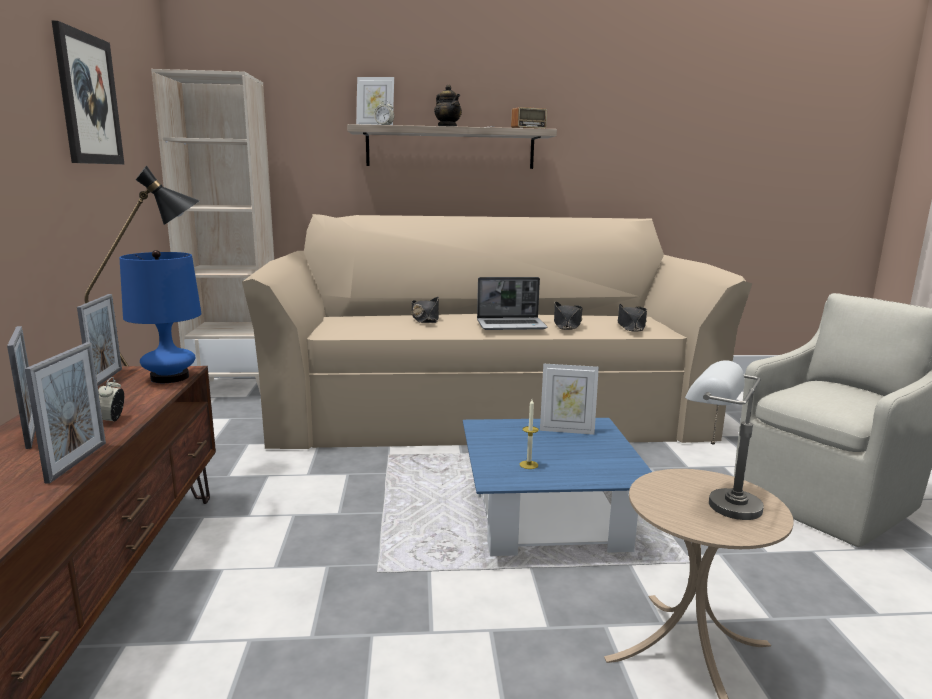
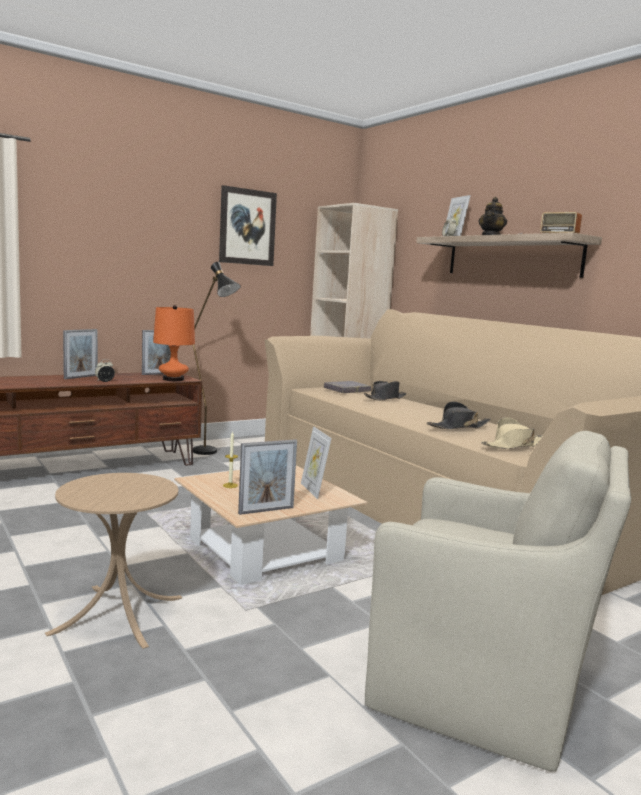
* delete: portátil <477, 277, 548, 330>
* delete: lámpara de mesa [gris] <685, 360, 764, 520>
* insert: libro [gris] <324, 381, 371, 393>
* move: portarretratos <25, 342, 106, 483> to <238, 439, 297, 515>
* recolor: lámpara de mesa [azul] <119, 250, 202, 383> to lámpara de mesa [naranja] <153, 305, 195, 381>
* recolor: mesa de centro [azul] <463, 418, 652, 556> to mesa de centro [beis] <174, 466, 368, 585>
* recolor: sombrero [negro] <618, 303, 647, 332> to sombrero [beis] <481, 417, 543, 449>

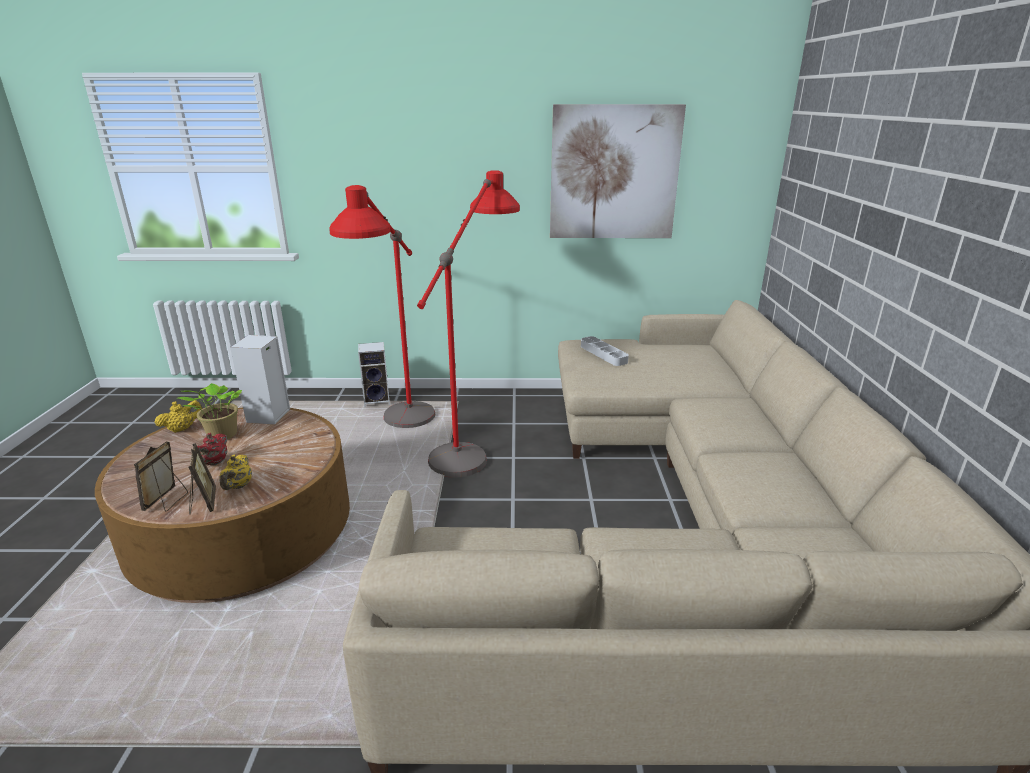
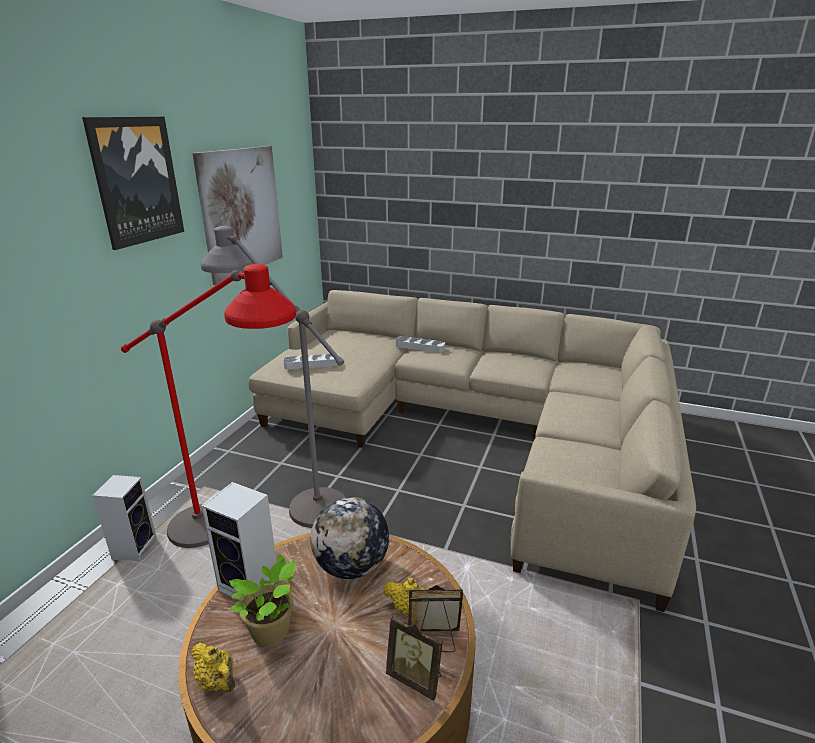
* delete: tetera [rojo] <197, 433, 227, 465>
* insert: cuadro <82, 117, 184, 250>
* insert: globo terráqueo <311, 497, 389, 579>
* insert: bandeja [gris] <395, 336, 445, 353>
* recolor: lámpara de pie [rojo] <417, 170, 520, 478> to lámpara de pie [gris] <201, 226, 345, 528>
* rotate: tetera [amarillo] <154, 400, 203, 433> = <191, 642, 235, 693> 150 degrees clockwise

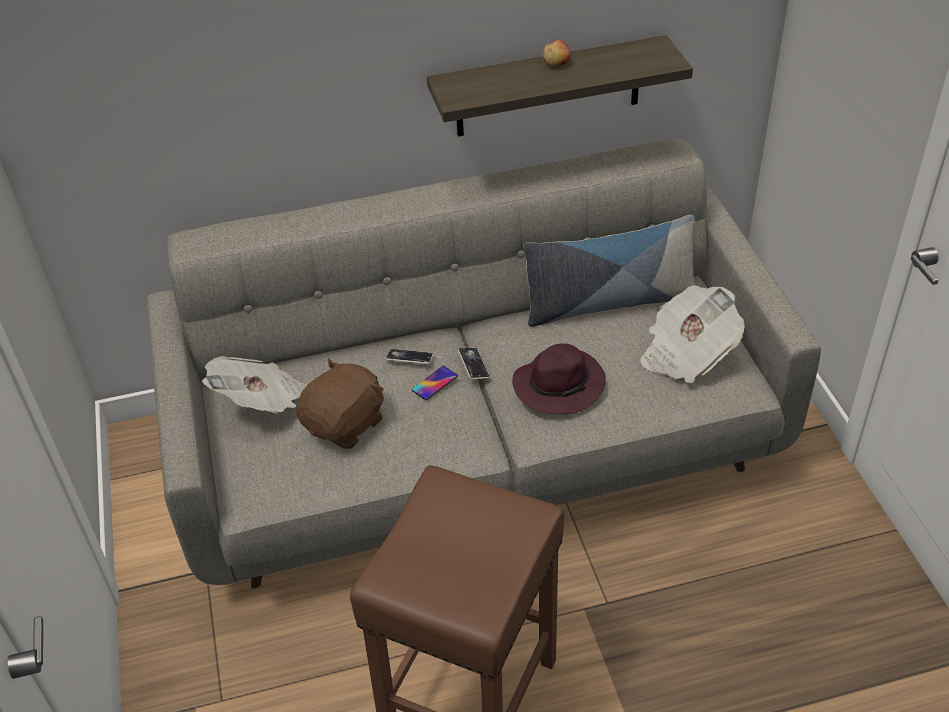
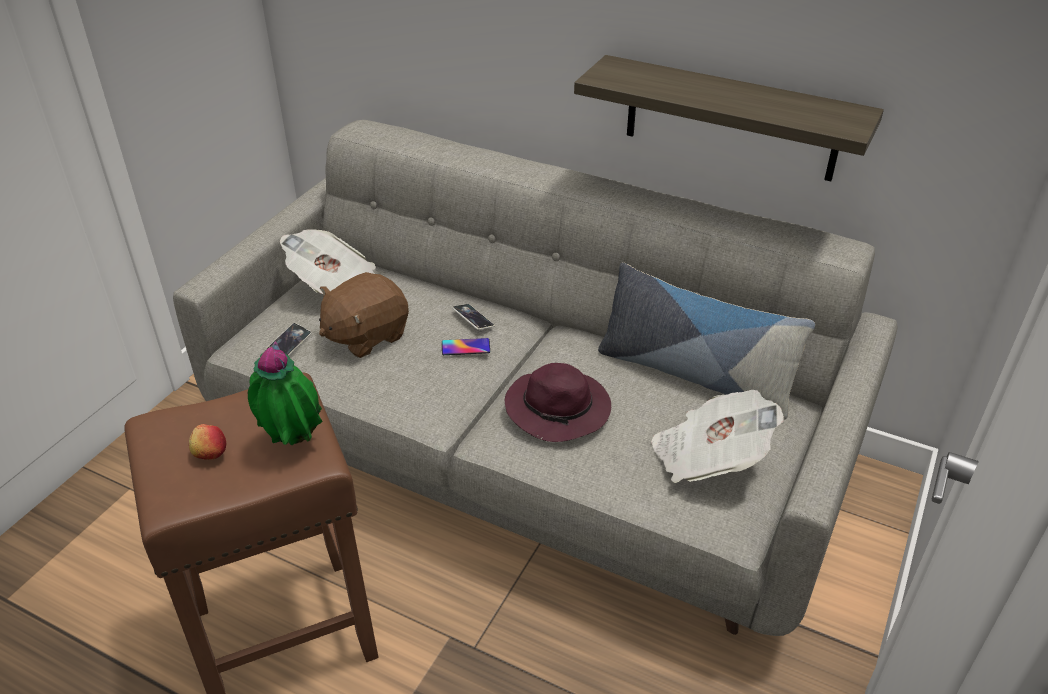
* insert: planta en maceta <248, 341, 323, 445>
* move: móvil <458, 348, 490, 379> to <266, 323, 311, 356>
* move: manzana <543, 40, 571, 67> to <189, 424, 226, 460>
* rotate: peluche [marrón] <296, 359, 384, 449> = <319, 272, 409, 358> 150 degrees clockwise

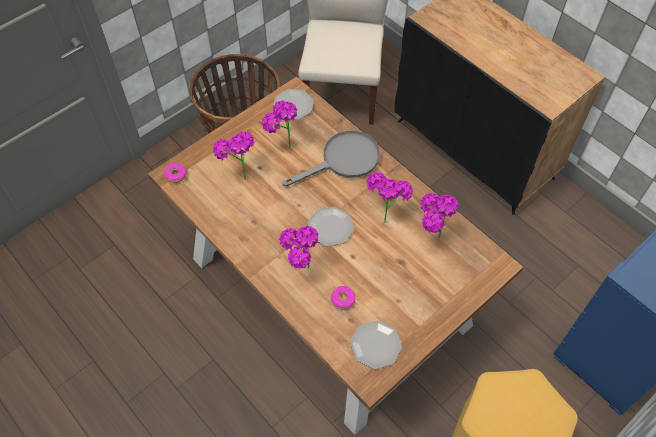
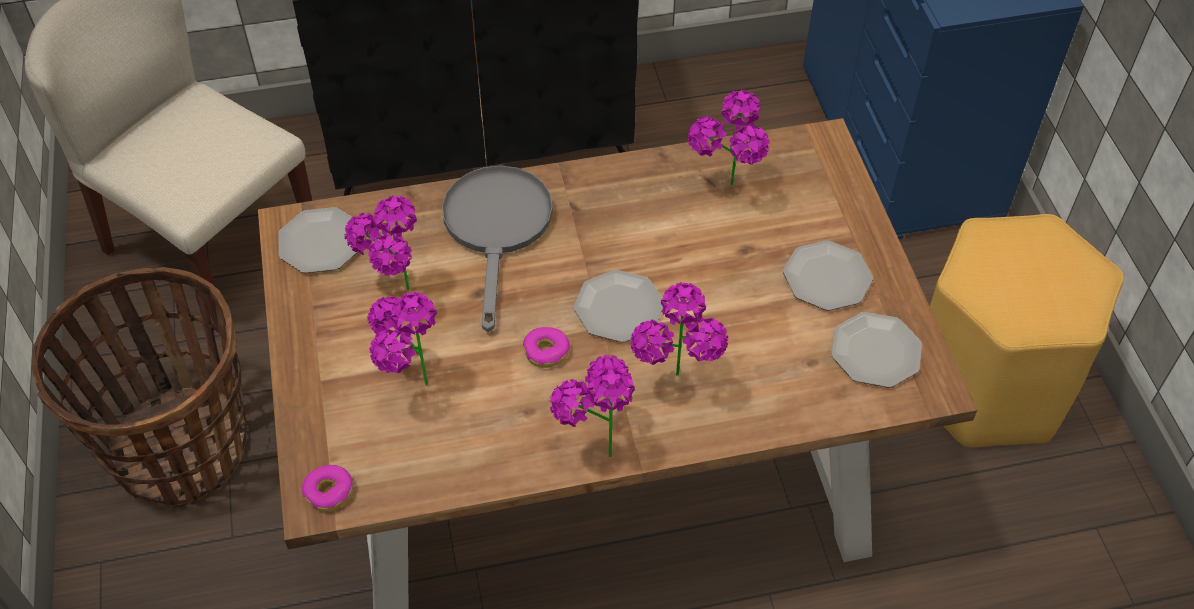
* insert: plato <783, 240, 873, 311>
* move: rosquilla <331, 286, 356, 310> to <523, 327, 570, 368>
* move: planta en maceta <367, 172, 413, 223> to <550, 355, 635, 457>

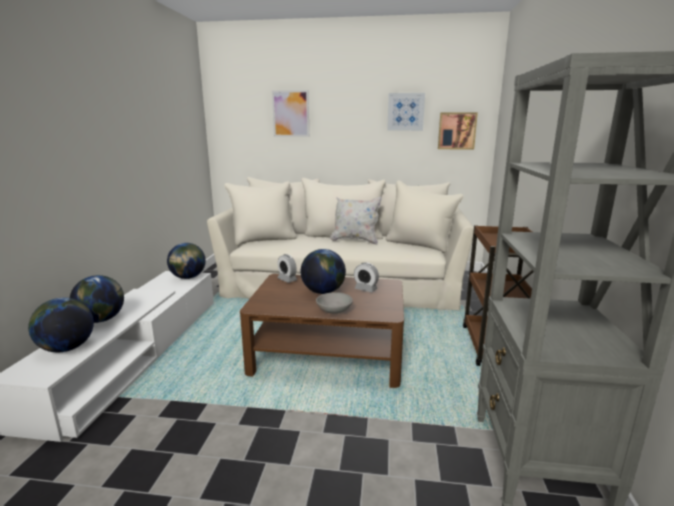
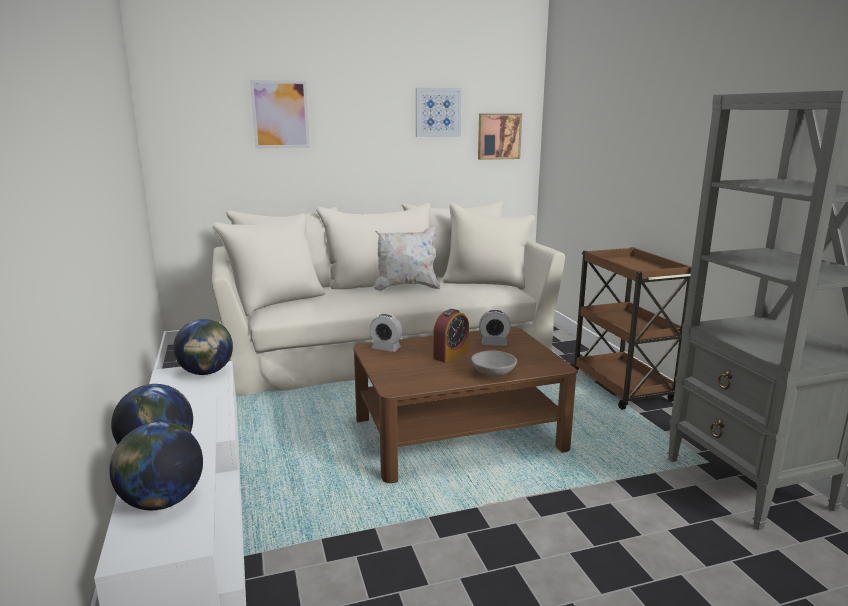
* replace: globo terráqueo <301, 249, 346, 294> to despertador <433, 309, 469, 363>

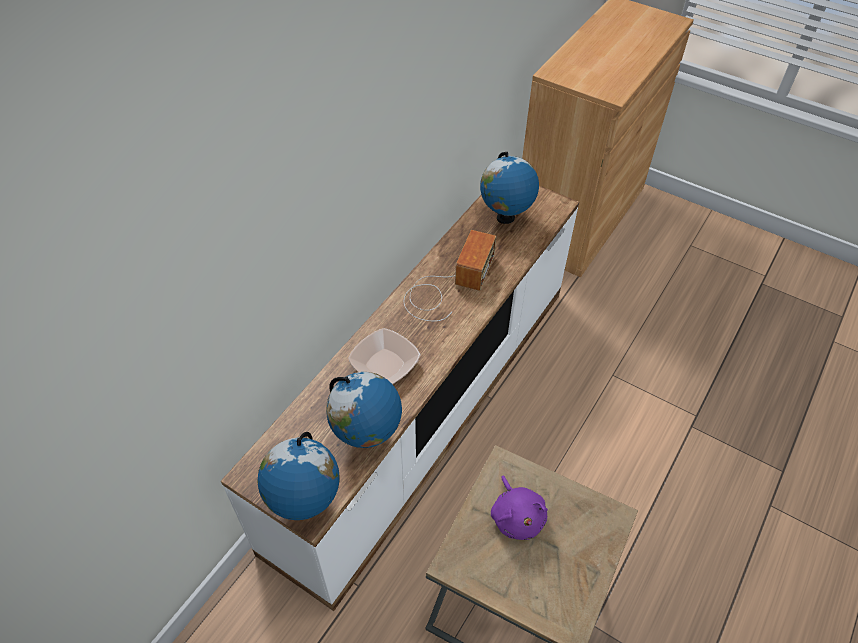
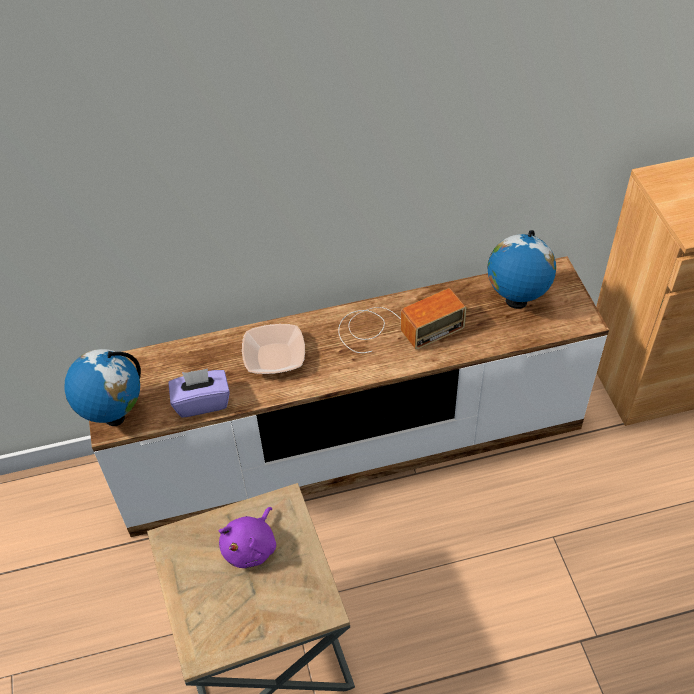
* replace: globo terráqueo <326, 372, 402, 448> to caja de pañuelos [morado] <168, 369, 230, 418>

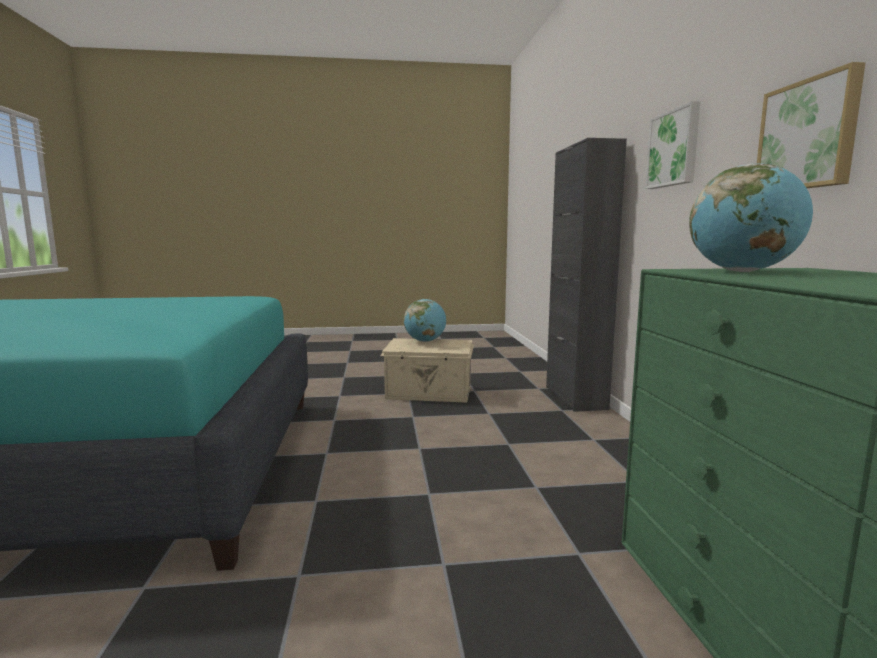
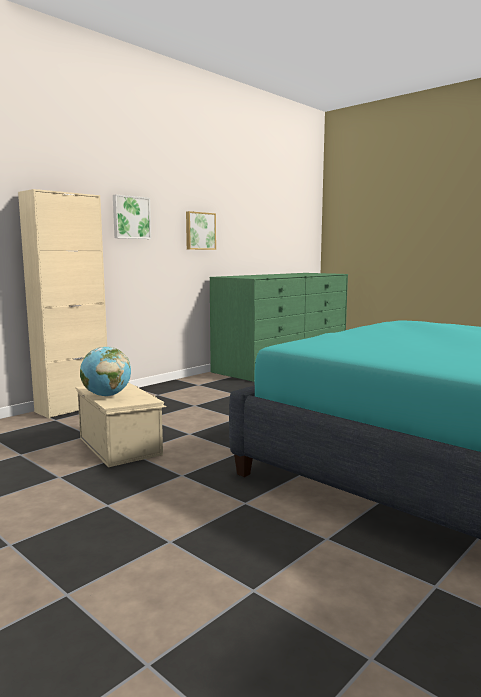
* delete: globo terráqueo <689, 163, 813, 272>
* recolor: armario [negro] <546, 138, 627, 412> to armario [beis] <18, 189, 107, 419>

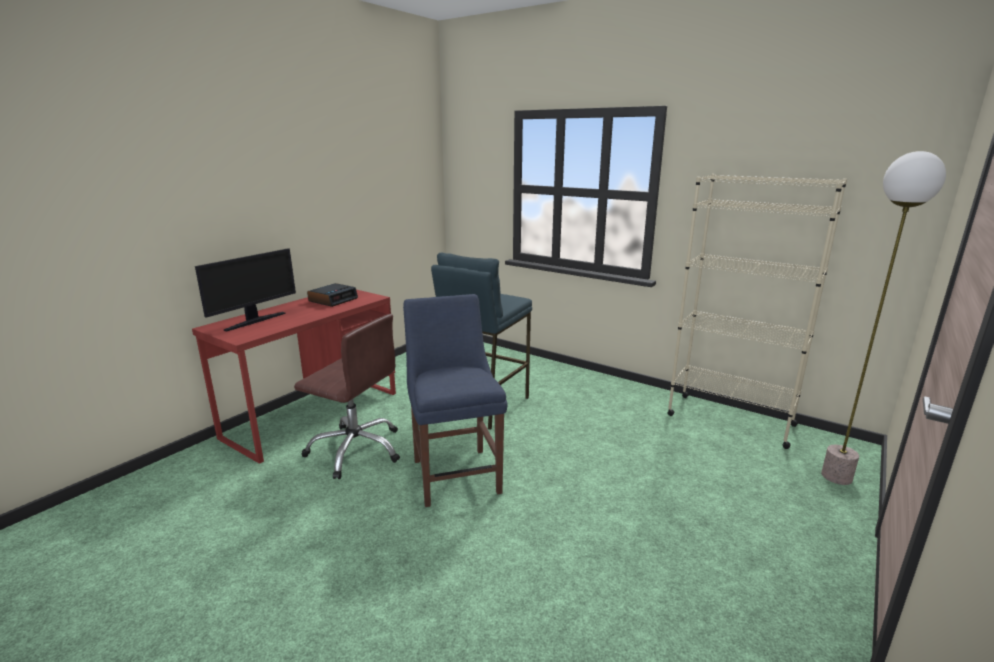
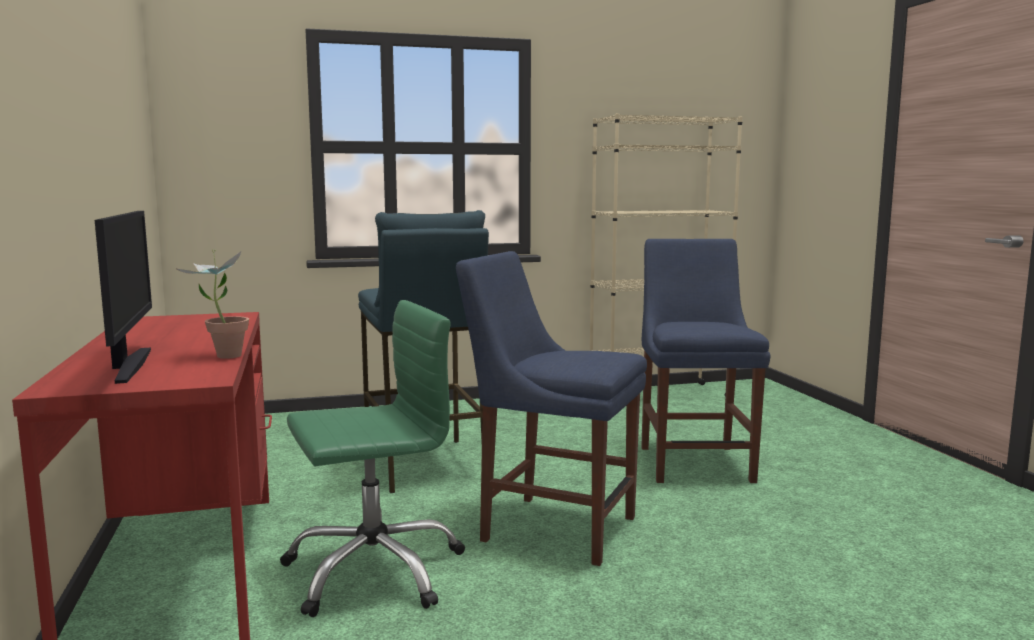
* delete: despertador <307, 283, 358, 307>
* delete: lámpara de pie <821, 151, 946, 485>
* insert: planta en maceta <175, 249, 249, 359>
* insert: silla [azul] <641, 239, 770, 483>
* recolor: silla de oficina [marrón] <294, 314, 400, 479> to silla de oficina [verde] <280, 300, 465, 617>

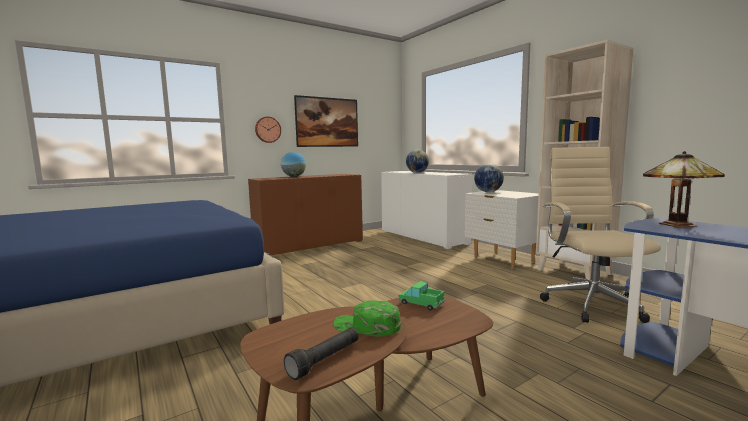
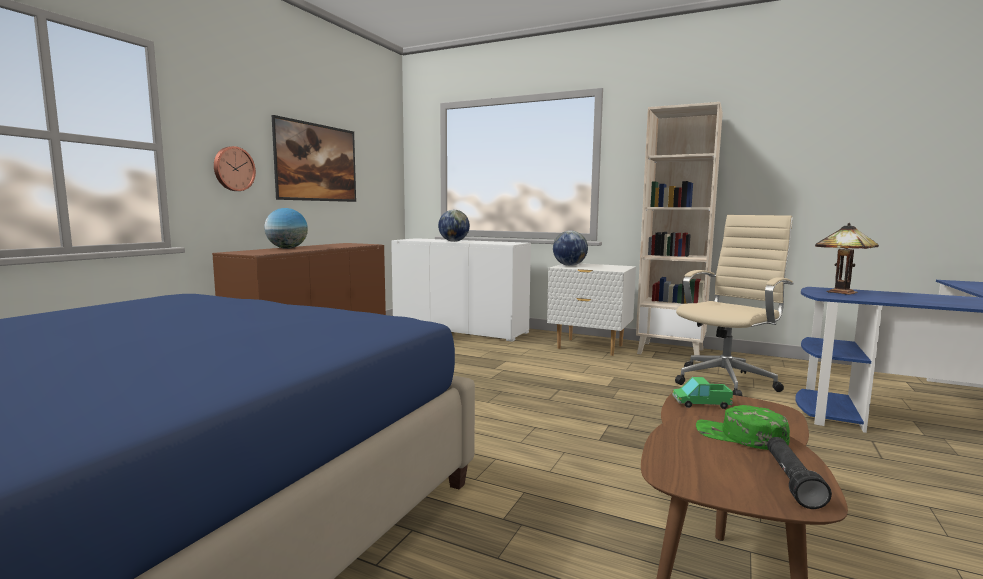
* rotate: gorra [verde] <334, 300, 401, 336> = <696, 405, 790, 450> 45 degrees clockwise
* rotate: silla de oficina [beis] <540, 147, 661, 323> = <675, 215, 794, 396> 75 degrees clockwise

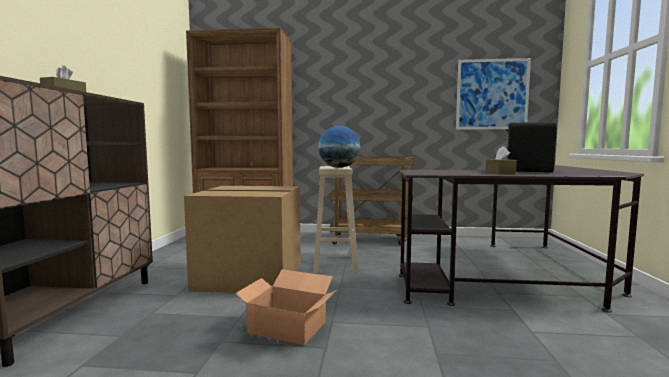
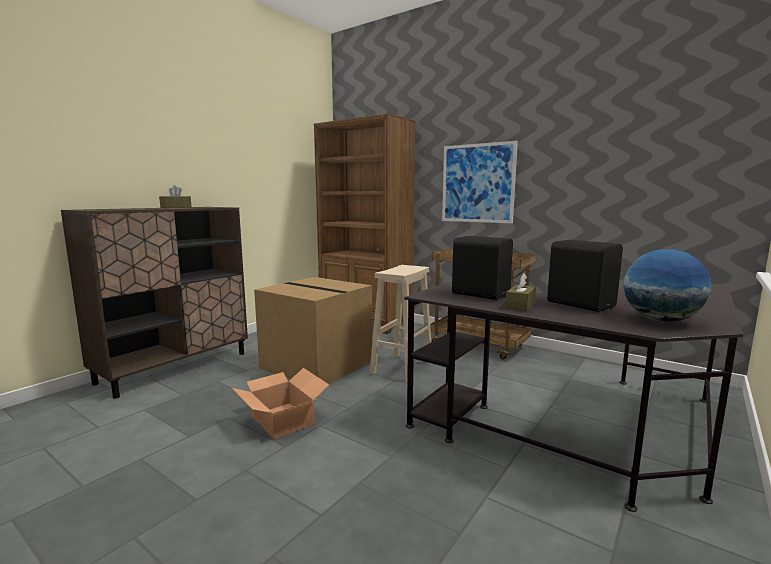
* insert: altavoz [negro] <452, 236, 513, 300>
* move: globo terráqueo <318, 126, 360, 168> to <624, 249, 711, 322>
* move: cuadro <456, 58, 531, 130> to <442, 141, 518, 223>

